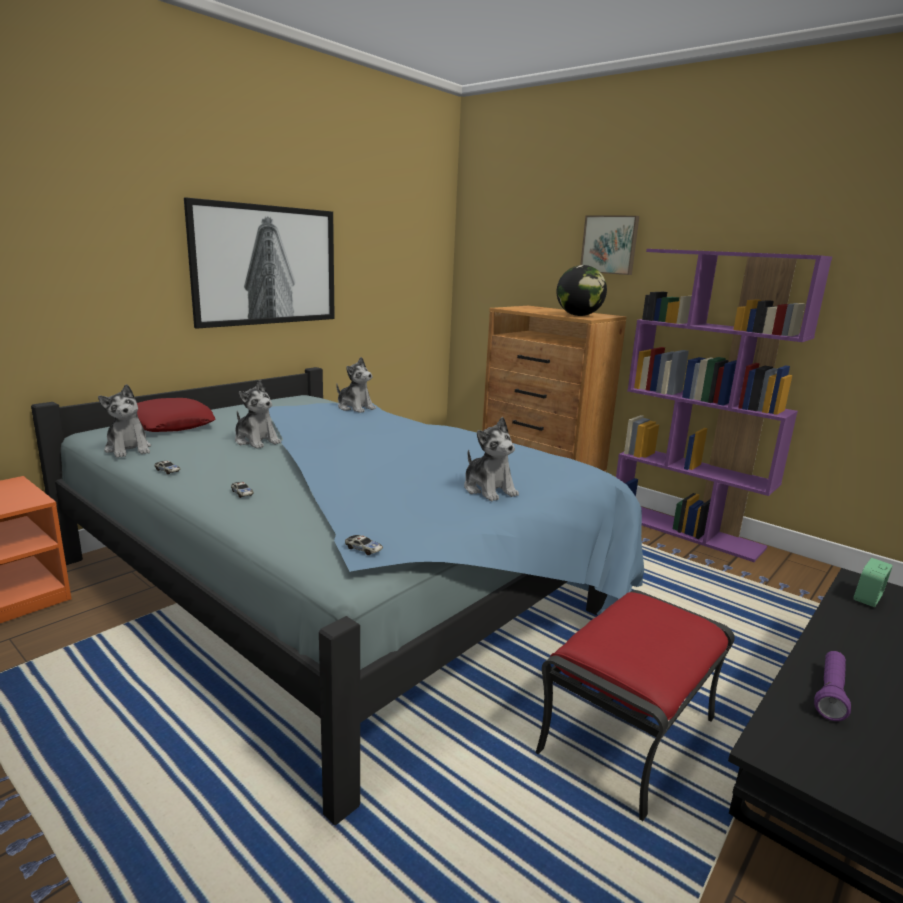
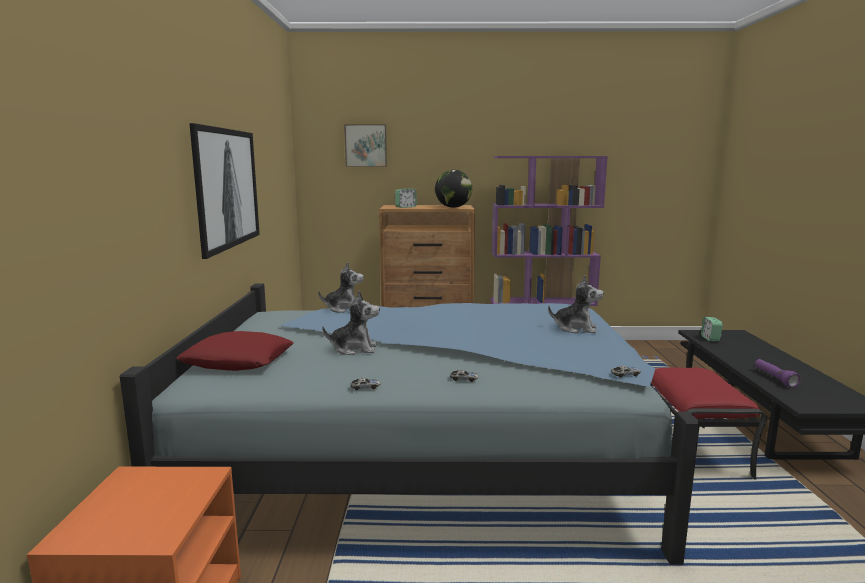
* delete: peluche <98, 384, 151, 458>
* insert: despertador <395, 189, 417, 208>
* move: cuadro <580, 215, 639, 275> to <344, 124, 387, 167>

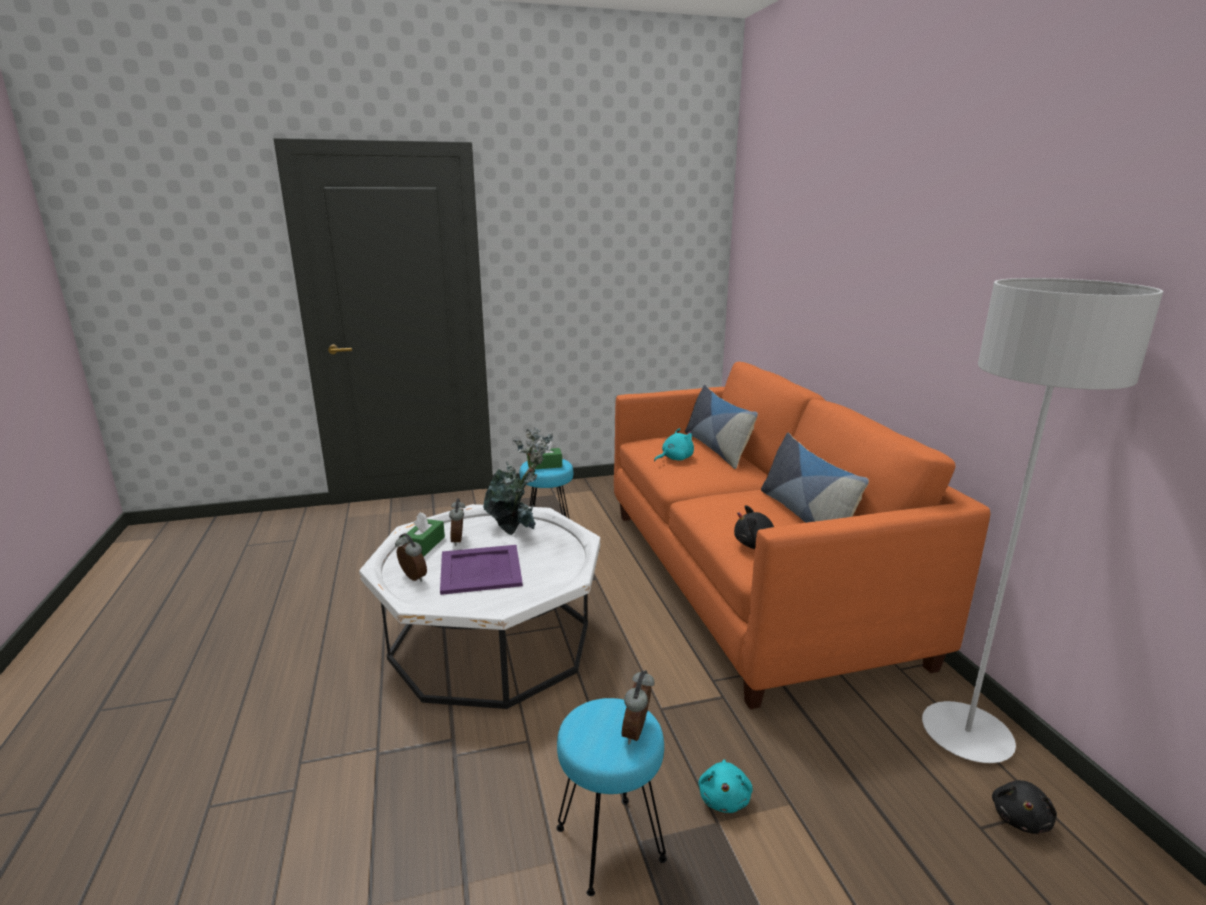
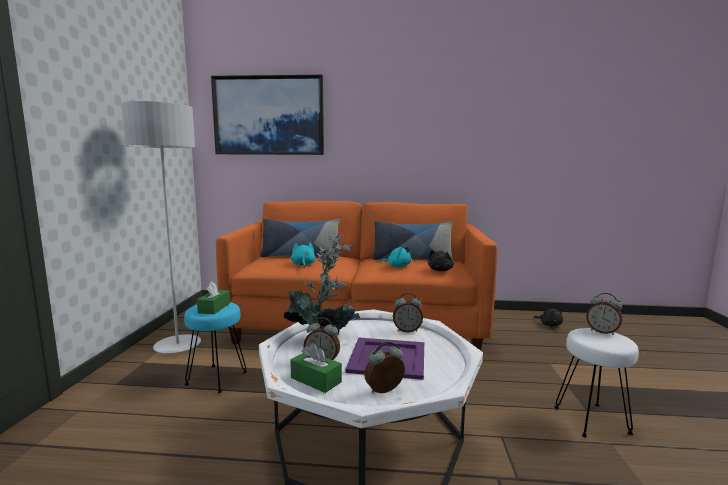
* insert: cuadro <211, 75, 324, 155>
* insert: despertador <393, 293, 423, 332>
* move: peluche [turquesa] <698, 759, 753, 813> to <381, 246, 411, 267>
* move: lámpara de pie [gris] <922, 278, 1163, 763> to <121, 101, 201, 353>
* recolor: taburete [turquesa] <557, 698, 667, 896> to taburete [blanco] <554, 328, 639, 438>

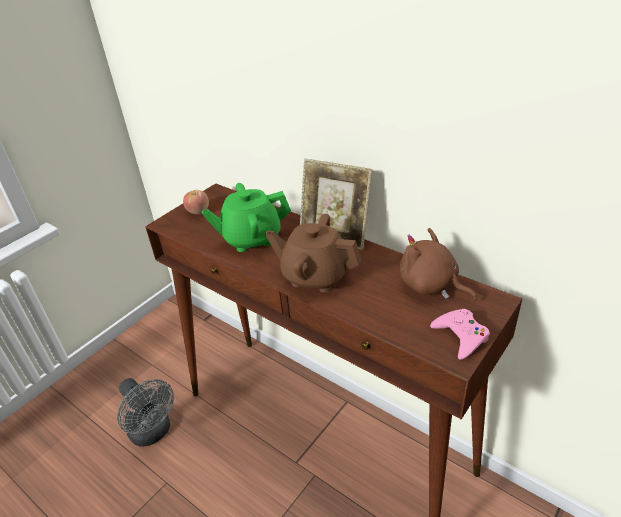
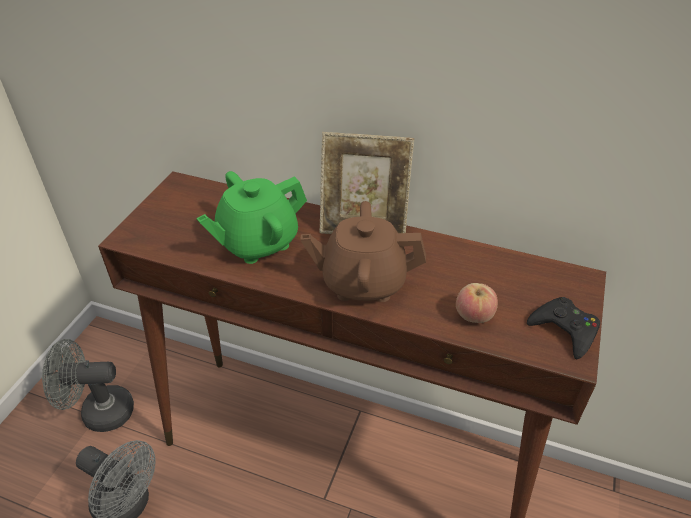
* delete: peluche [marrón] <400, 228, 477, 301>
* insert: ventilador [gris] <42, 339, 134, 432>
* move: manzana <183, 190, 209, 214> to <456, 283, 498, 323>
* recolor: mando de consola [rosa] <430, 309, 490, 360> to mando de consola [negro] <527, 297, 600, 359>

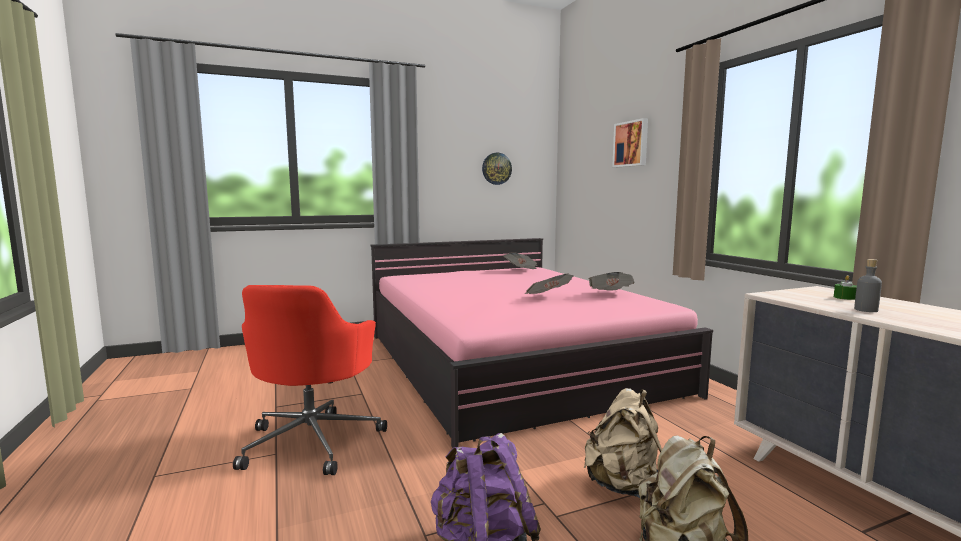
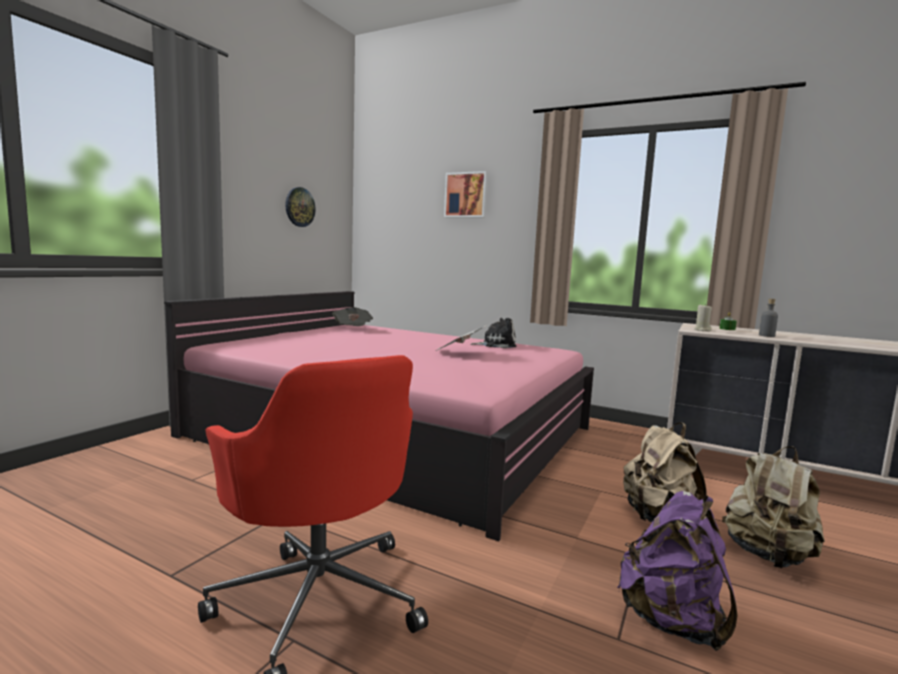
* insert: vela [beis] <694, 304, 712, 331>
* replace: periódico <589, 272, 635, 291> to peluche <470, 318, 516, 348>

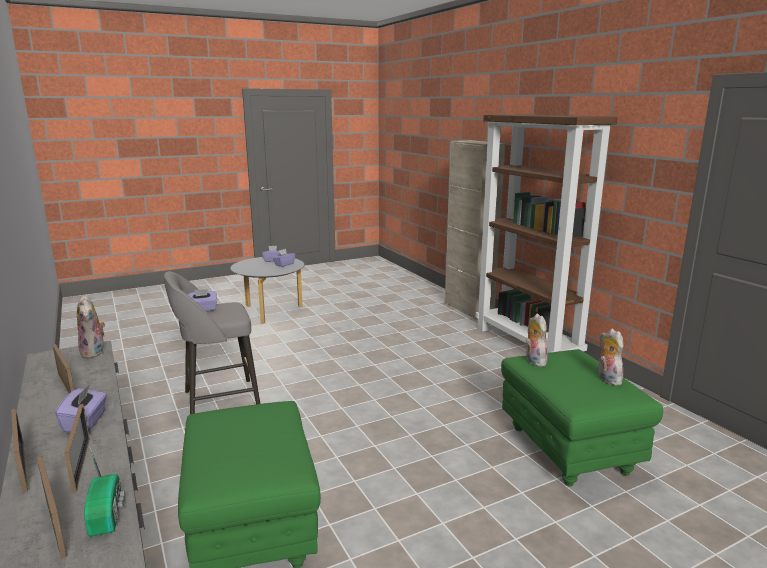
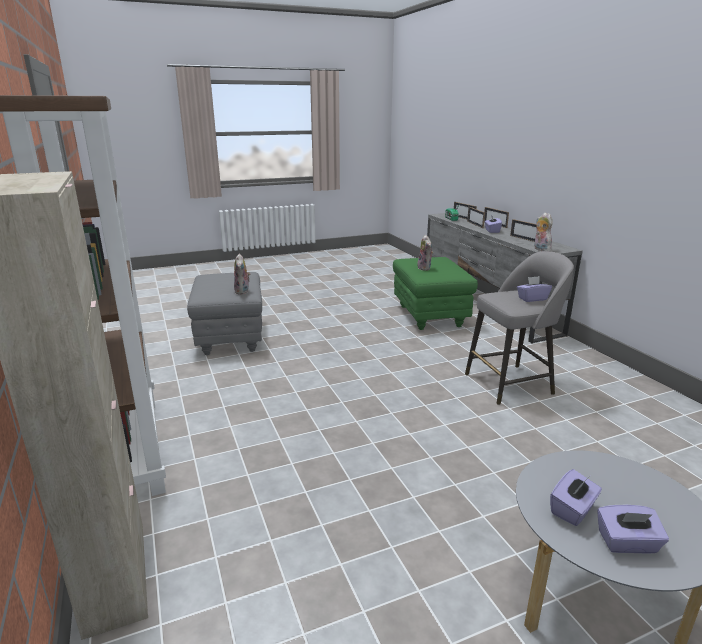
* move: peluche <598, 329, 624, 385> to <418, 235, 433, 271>
* recolor: puf [verde] <501, 349, 663, 487> to puf [gris] <187, 272, 262, 355>

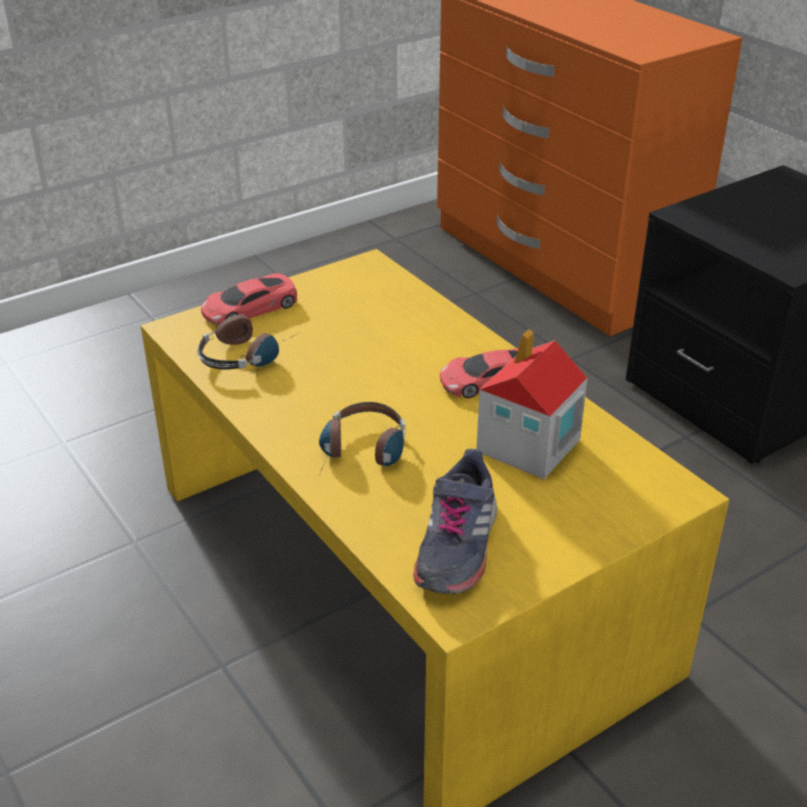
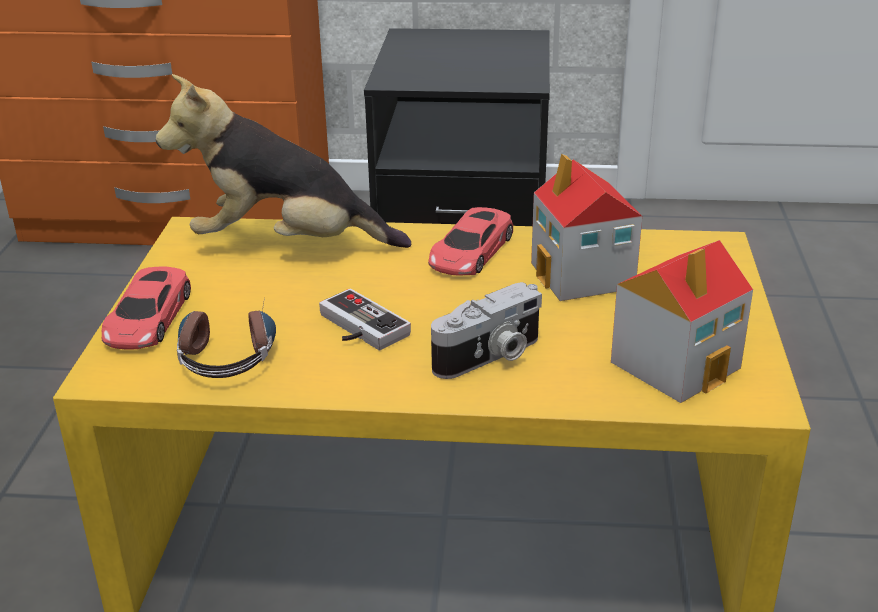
* insert: peluche <156, 74, 411, 248>
* insert: mando de consola <319, 289, 411, 350>
* replace: auriculares <319, 402, 405, 475> to cámara <431, 282, 542, 379>
* replace: zapato [gris] <413, 449, 497, 594> to casita <611, 240, 753, 403>

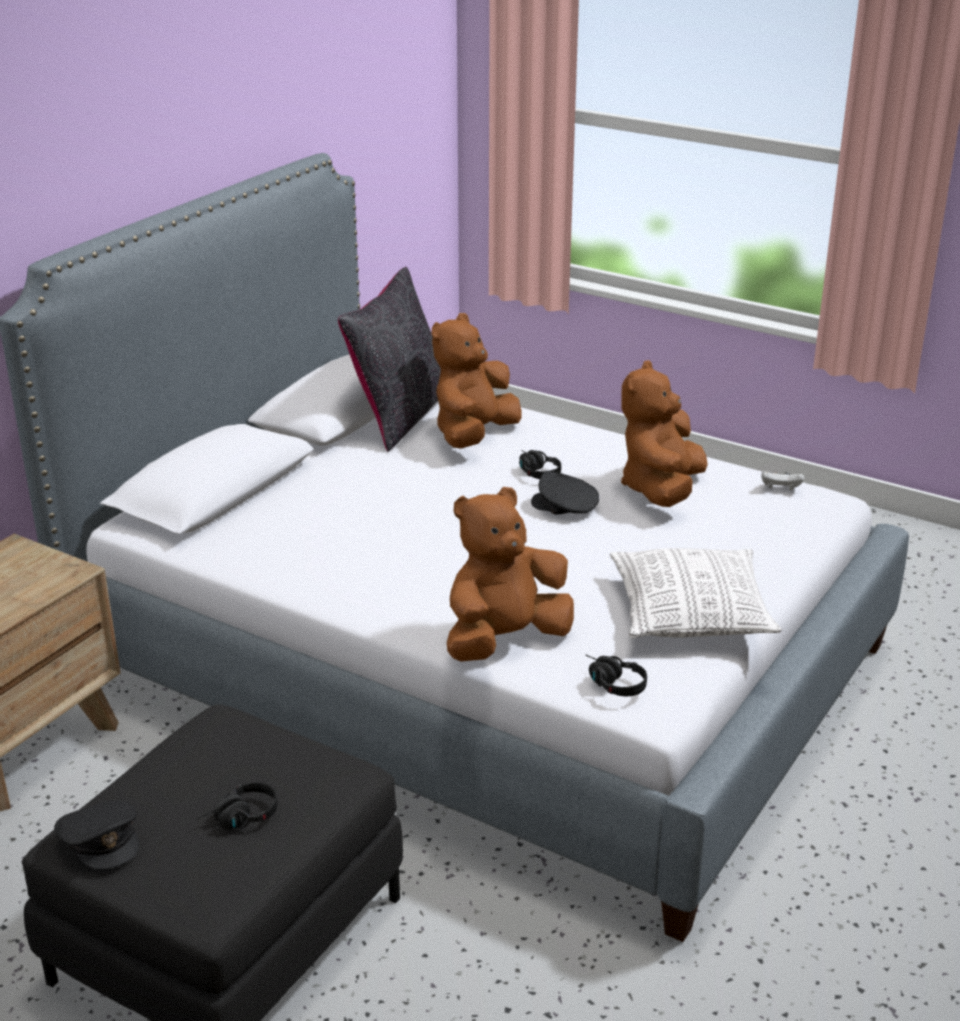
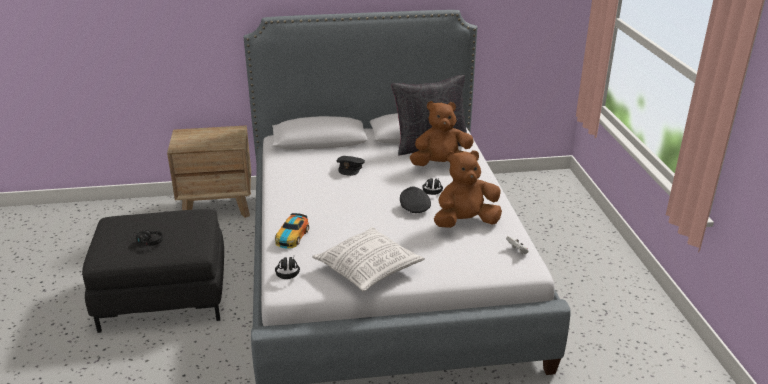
* move: gorra [negro] <54, 800, 139, 870> to <337, 156, 365, 176>
* replace: peluche [marrón] <447, 487, 574, 662> to coche de juguete <275, 213, 309, 248>

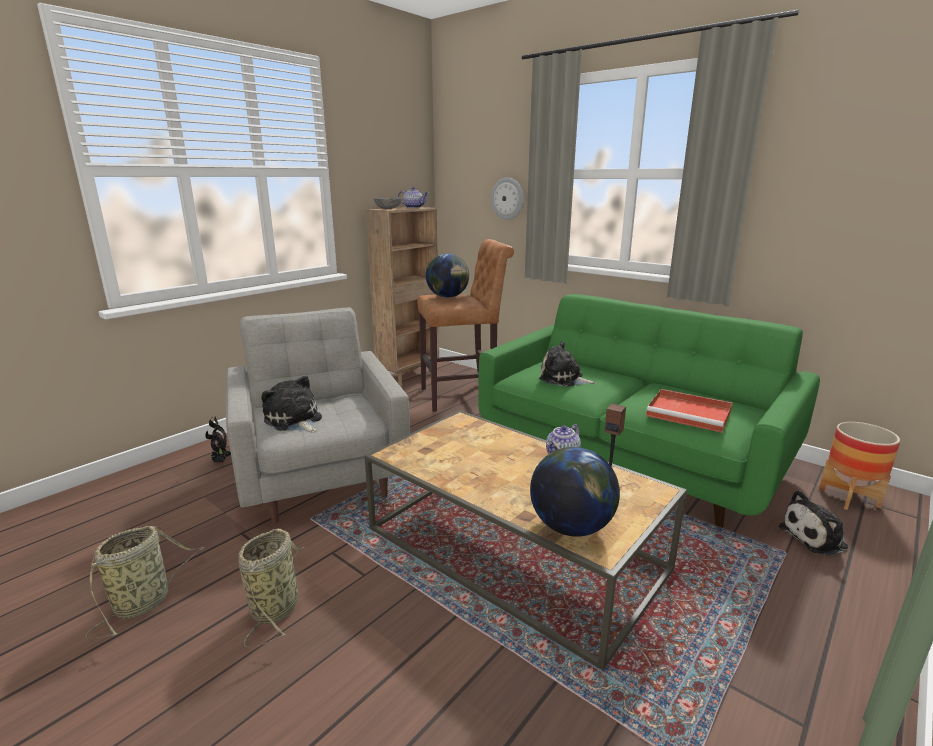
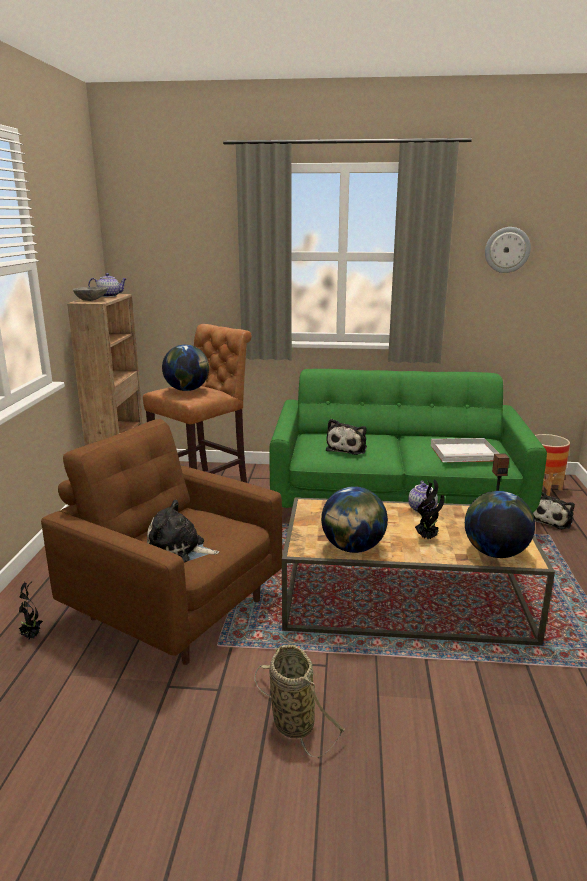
* delete: cesta <86, 526, 205, 639>
* insert: globo terráqueo <321, 486, 388, 553>
* insert: planta en maceta <415, 479, 444, 540>
* move: reloj de pared <491, 177, 524, 220> to <485, 227, 531, 273>
* recolor: sillón [gris] <226, 308, 410, 523> to sillón [marrón] <41, 419, 282, 665>
* recolor: bandeja [rojo] <646, 389, 732, 433> to bandeja [blanco] <431, 438, 500, 462>
* rotate: peluche <539, 341, 597, 387> = <326, 419, 367, 455> 60 degrees counterclockwise

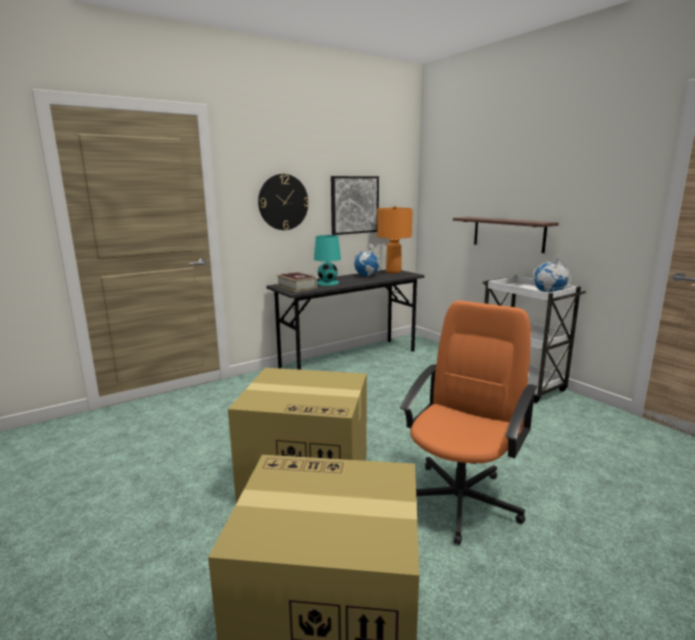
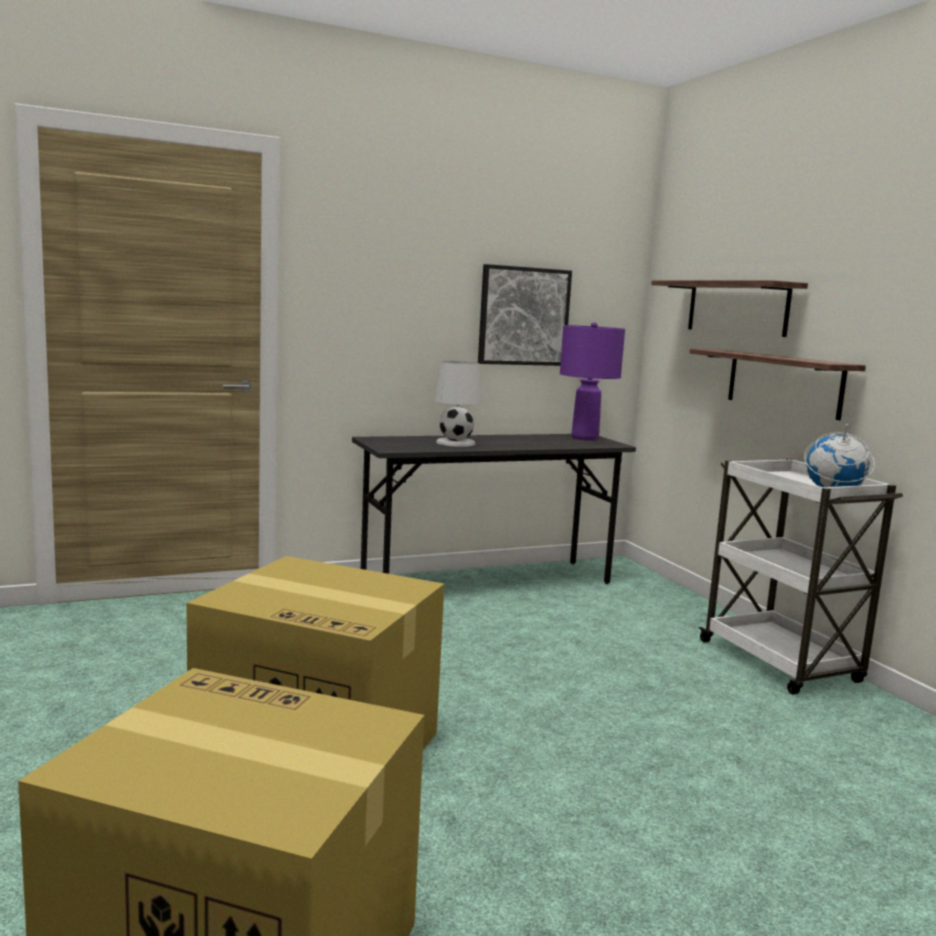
* delete: reloj de pared <258, 174, 309, 230>
* delete: libro <276, 272, 317, 292>
* delete: globo terráqueo <354, 243, 381, 276>
* delete: silla de oficina [naranja] <400, 300, 538, 545>
* insert: estante <651, 280, 808, 337>
* recolor: lámpara de mesa [turquesa] <314, 235, 341, 286> to lámpara de mesa [blanco] <435, 361, 482, 447>
* recolor: lámpara de mesa [naranja] <377, 206, 413, 274> to lámpara de mesa [morado] <560, 322, 625, 441>

